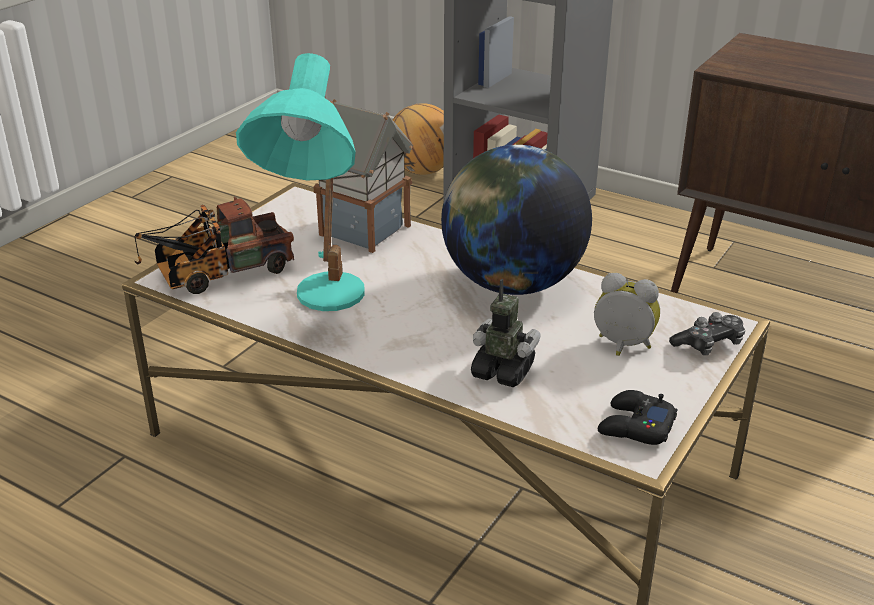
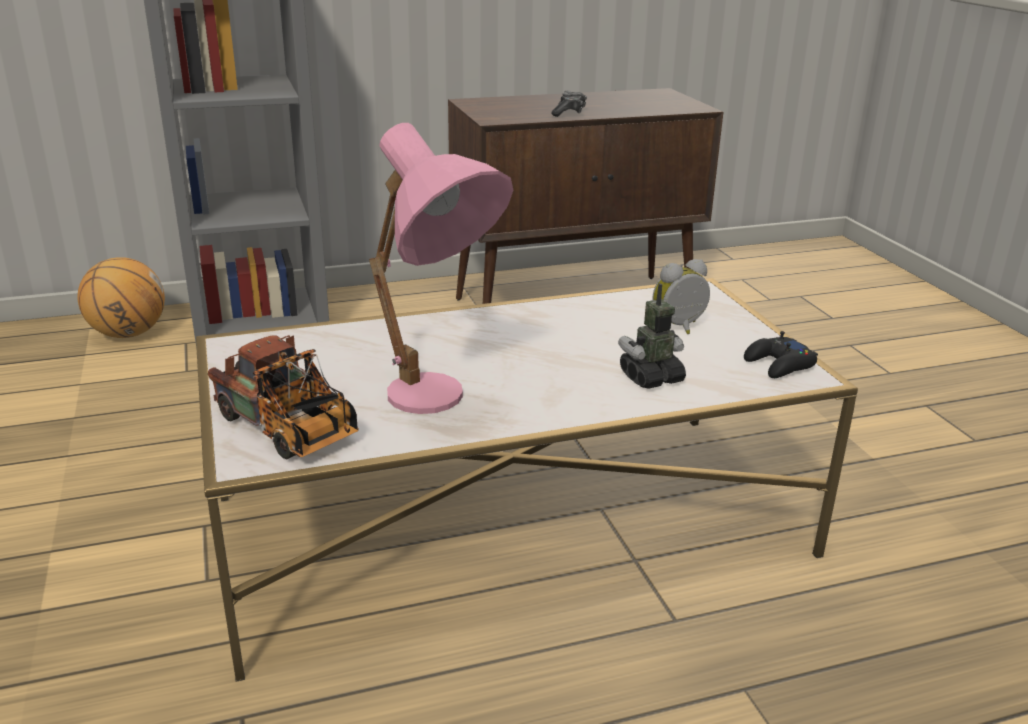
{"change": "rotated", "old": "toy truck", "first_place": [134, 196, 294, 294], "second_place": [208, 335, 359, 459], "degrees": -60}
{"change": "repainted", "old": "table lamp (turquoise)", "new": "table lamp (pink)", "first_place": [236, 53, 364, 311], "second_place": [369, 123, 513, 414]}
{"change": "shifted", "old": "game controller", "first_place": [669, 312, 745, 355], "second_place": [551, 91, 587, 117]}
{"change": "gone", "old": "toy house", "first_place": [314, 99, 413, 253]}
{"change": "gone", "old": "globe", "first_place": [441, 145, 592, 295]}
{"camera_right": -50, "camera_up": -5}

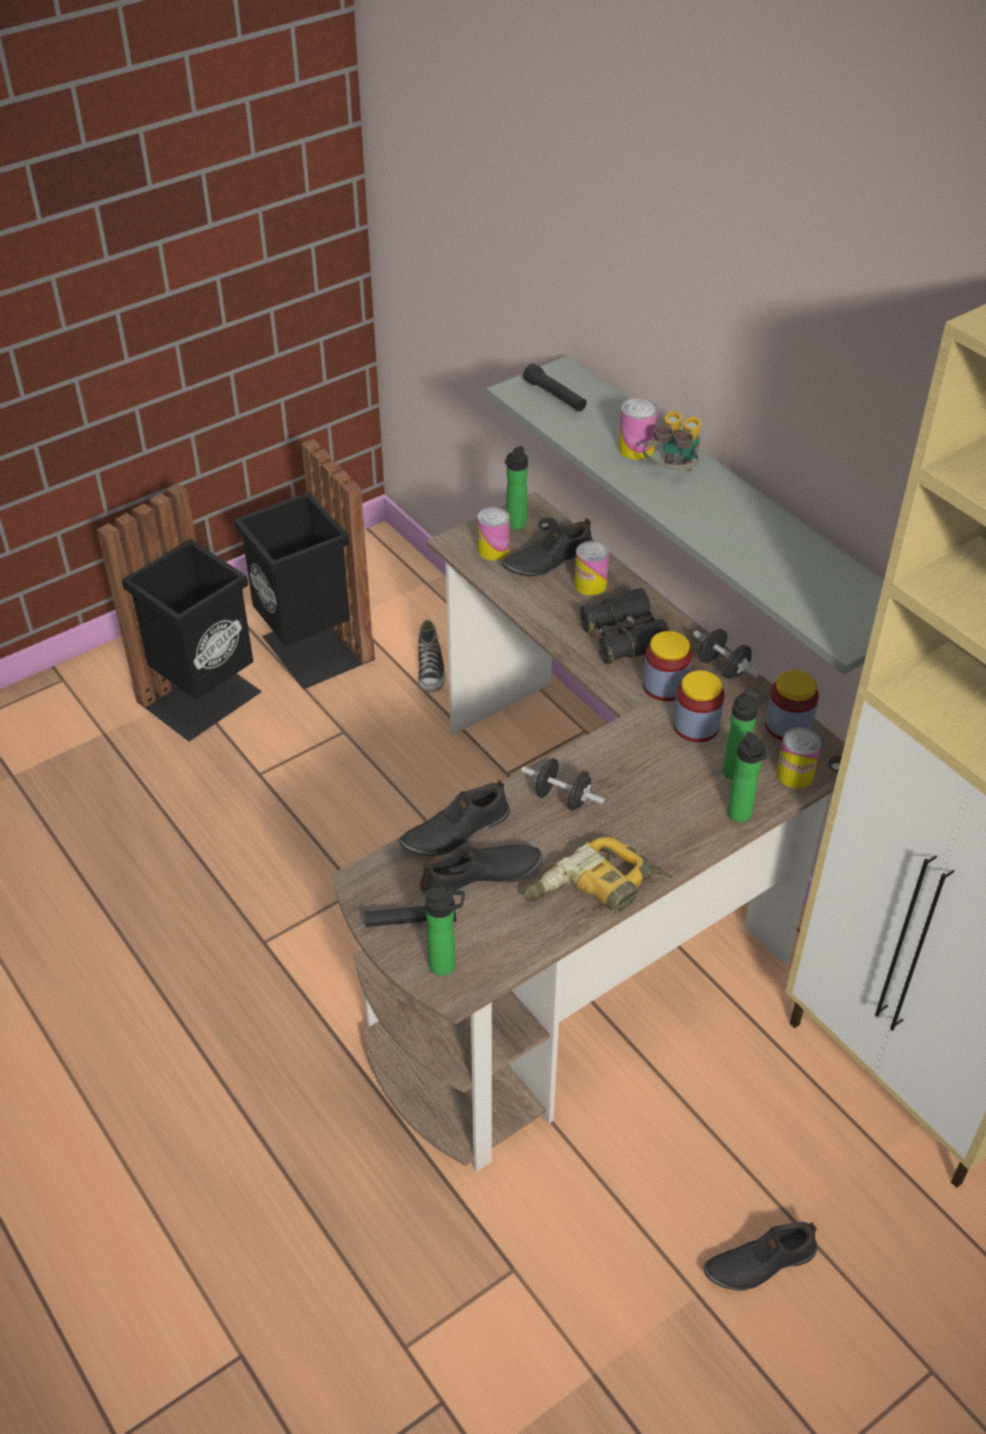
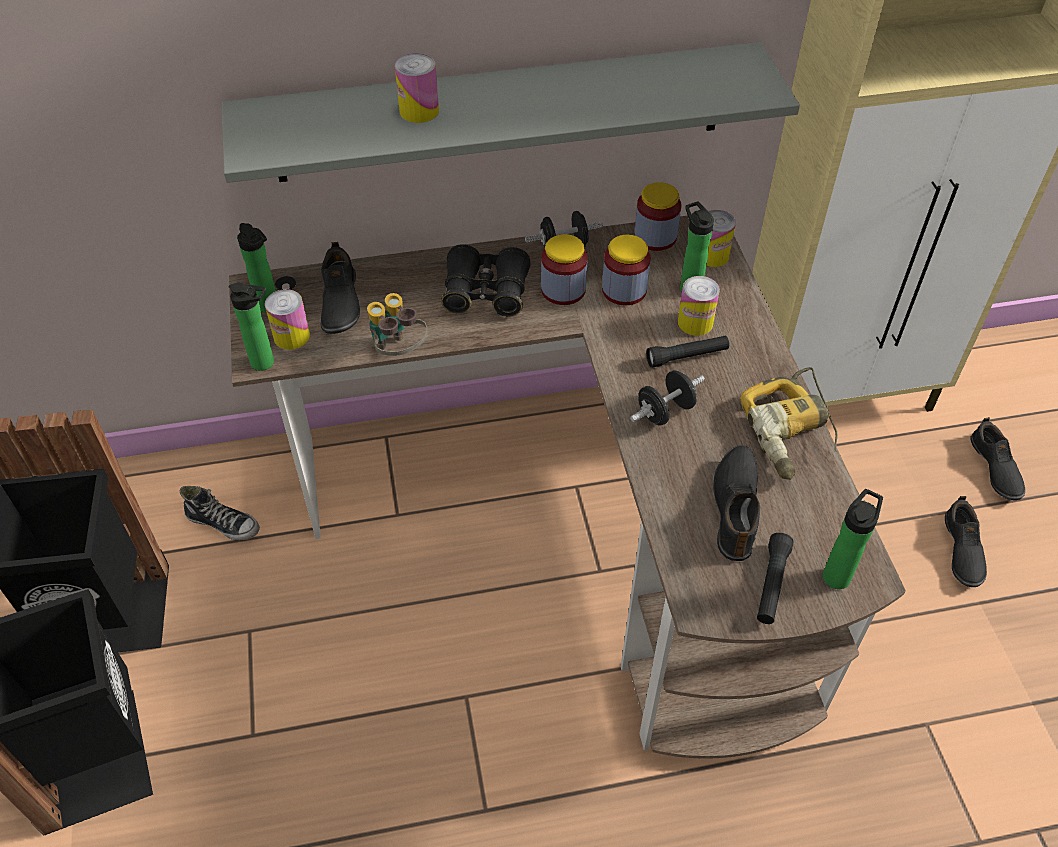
{"change": "shifted", "old": "bottle", "first_place": [727, 732, 767, 823], "second_place": [229, 283, 274, 371]}
{"change": "shifted", "old": "binoculars", "first_place": [643, 411, 701, 471], "second_place": [367, 293, 427, 356]}
{"change": "shifted", "old": "flashlight (black)", "first_place": [523, 363, 587, 412], "second_place": [646, 335, 729, 368]}
{"change": "shifted", "old": "can", "first_place": [574, 541, 609, 596], "second_place": [678, 276, 720, 336]}
{"change": "shifted", "old": "shoe (black)", "first_place": [399, 779, 510, 856], "second_place": [970, 417, 1025, 500]}
{"camera_right": -65, "camera_up": 5}

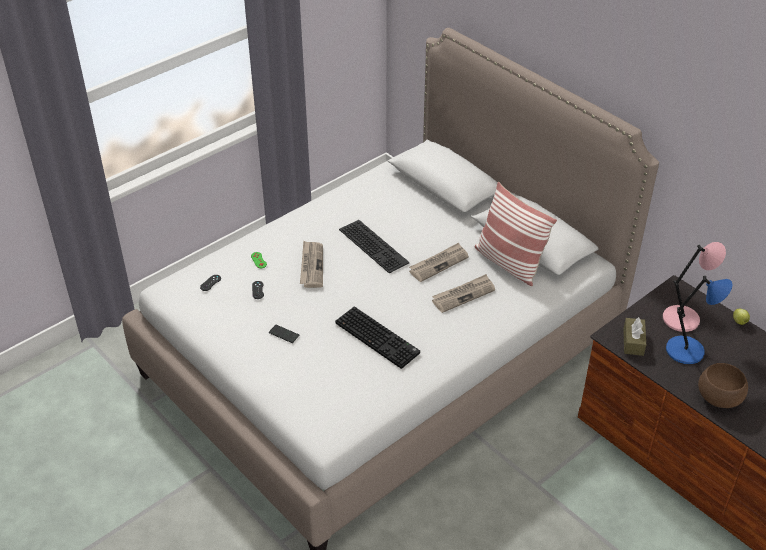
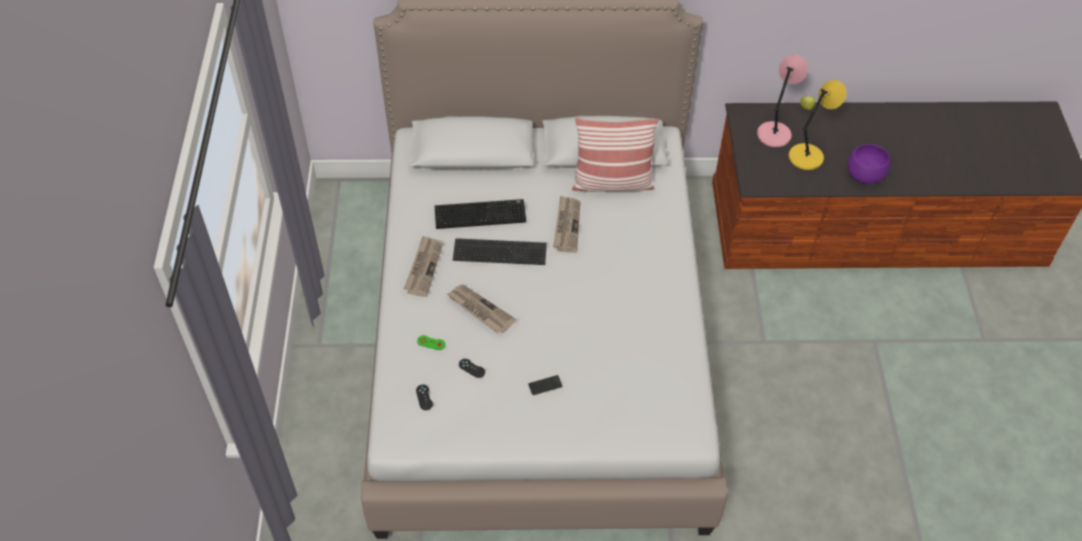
{"change": "shifted", "old": "newspaper", "first_place": [432, 274, 495, 313], "second_place": [404, 236, 443, 297]}
{"change": "shifted", "old": "keyboard", "first_place": [335, 307, 420, 369], "second_place": [435, 199, 526, 229]}
{"change": "repainted", "old": "table lamp (blue)", "new": "table lamp (yellow)", "first_place": [666, 275, 733, 364], "second_place": [789, 80, 846, 170]}
{"change": "repainted", "old": "bowl (brown)", "new": "bowl (purple)", "first_place": [698, 363, 748, 408], "second_place": [847, 144, 891, 184]}
{"change": "gone", "old": "tissue box (brown)", "first_place": [623, 317, 646, 356]}
{"camera_right": -50, "camera_up": 10}

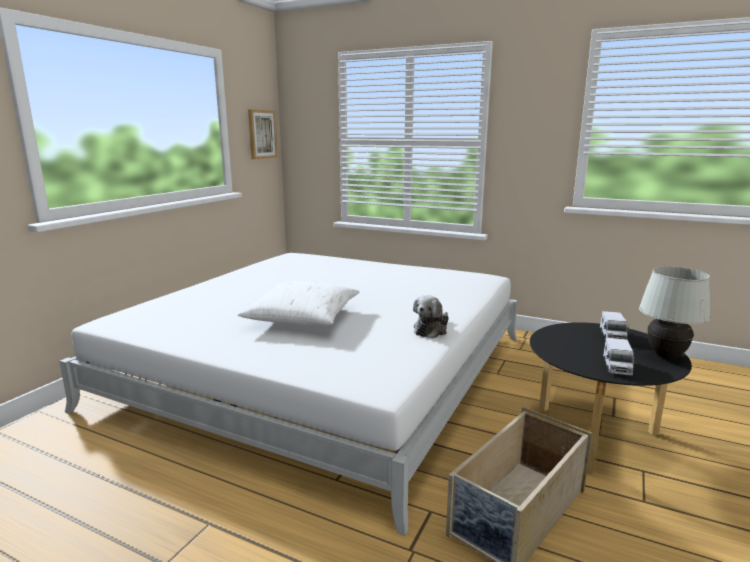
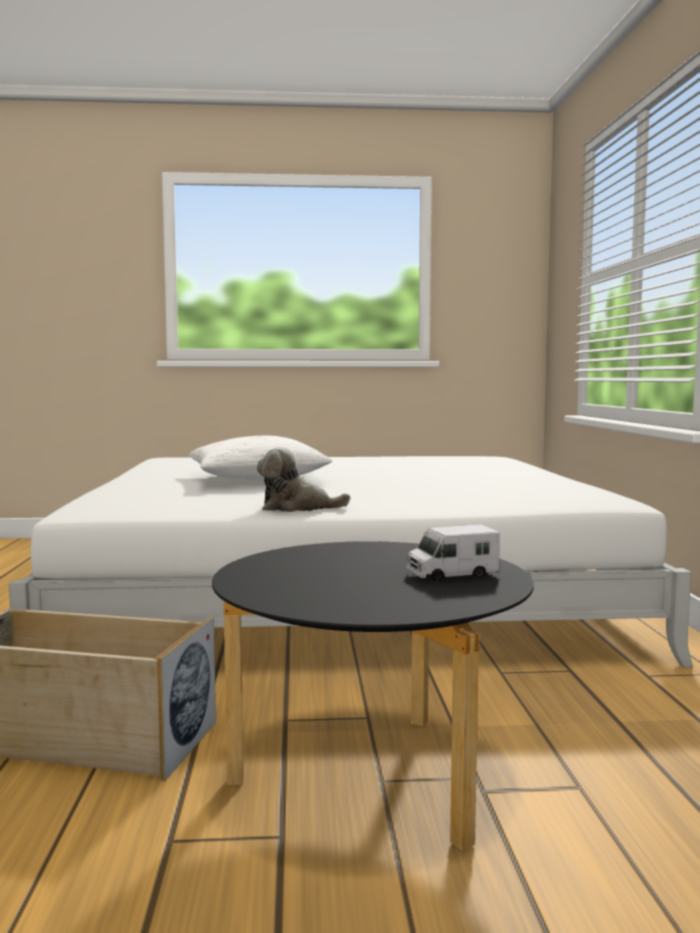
{"change": "gone", "old": "picture", "first_place": [248, 109, 278, 159]}
{"change": "gone", "old": "toy truck", "first_place": [603, 338, 636, 376]}
{"change": "gone", "old": "table lamp (white)", "first_place": [639, 267, 711, 359]}
{"camera_right": 60, "camera_up": -10}

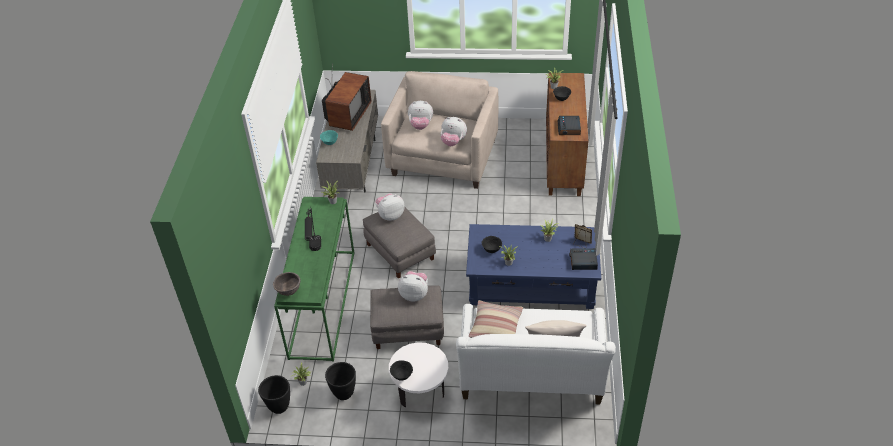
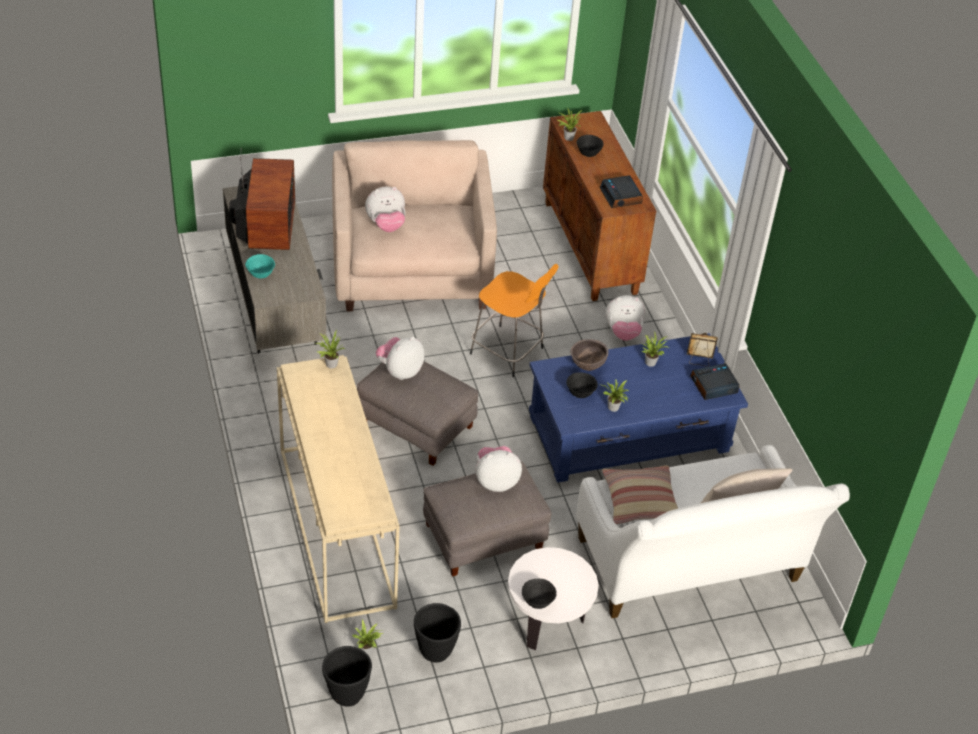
{"change": "repainted", "old": "console table (green)", "new": "console table (beige)", "first_place": [274, 197, 355, 361], "second_place": [277, 355, 400, 623]}
{"change": "new", "new": "stool (orange)", "second_place": [470, 264, 558, 377]}
{"change": "shifted", "old": "bowl (brown)", "first_place": [273, 272, 301, 296], "second_place": [570, 339, 609, 371]}
{"change": "shifted", "old": "plush toy", "first_place": [441, 117, 467, 146], "second_place": [606, 295, 645, 341]}
{"change": "gone", "old": "table lamp (black)", "first_place": [305, 207, 321, 251]}
{"camera_right": -25, "camera_up": 0}

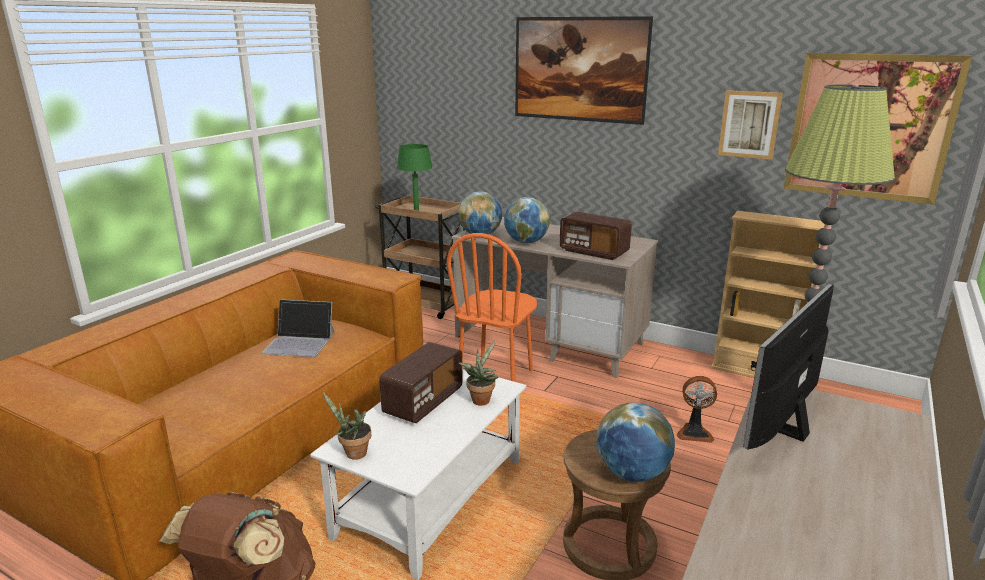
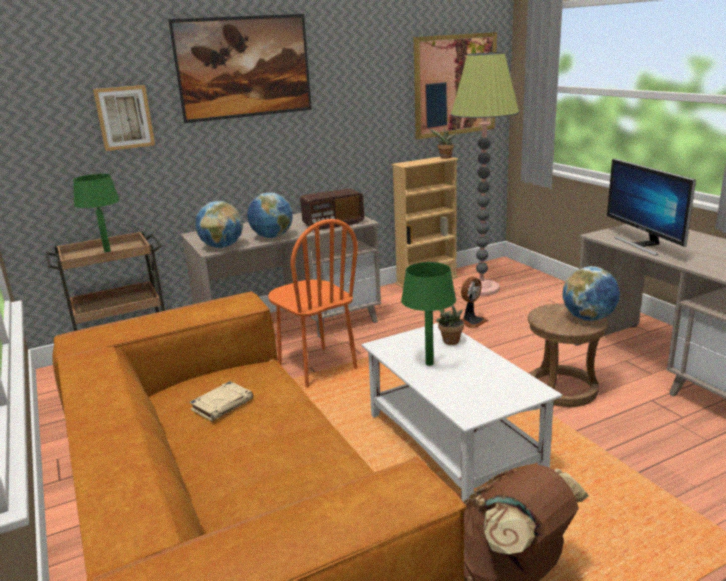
{"change": "shifted", "old": "picture", "first_place": [718, 90, 783, 160], "second_place": [93, 85, 155, 151]}
{"change": "swapped", "old": "laptop", "new": "book (beige)", "first_place": [262, 299, 335, 357], "second_place": [189, 381, 253, 421]}
{"change": "swapped", "old": "radio", "new": "table lamp (green)", "first_place": [379, 342, 463, 423], "second_place": [401, 262, 456, 366]}
{"change": "shifted", "old": "potted plant", "first_place": [322, 392, 371, 460], "second_place": [429, 127, 457, 159]}
{"camera_right": -55, "camera_up": 0}

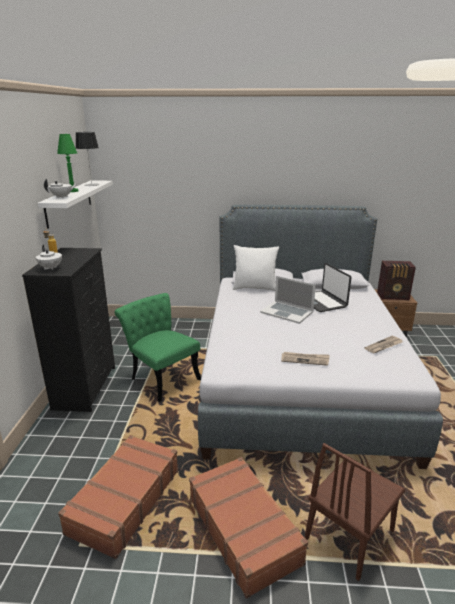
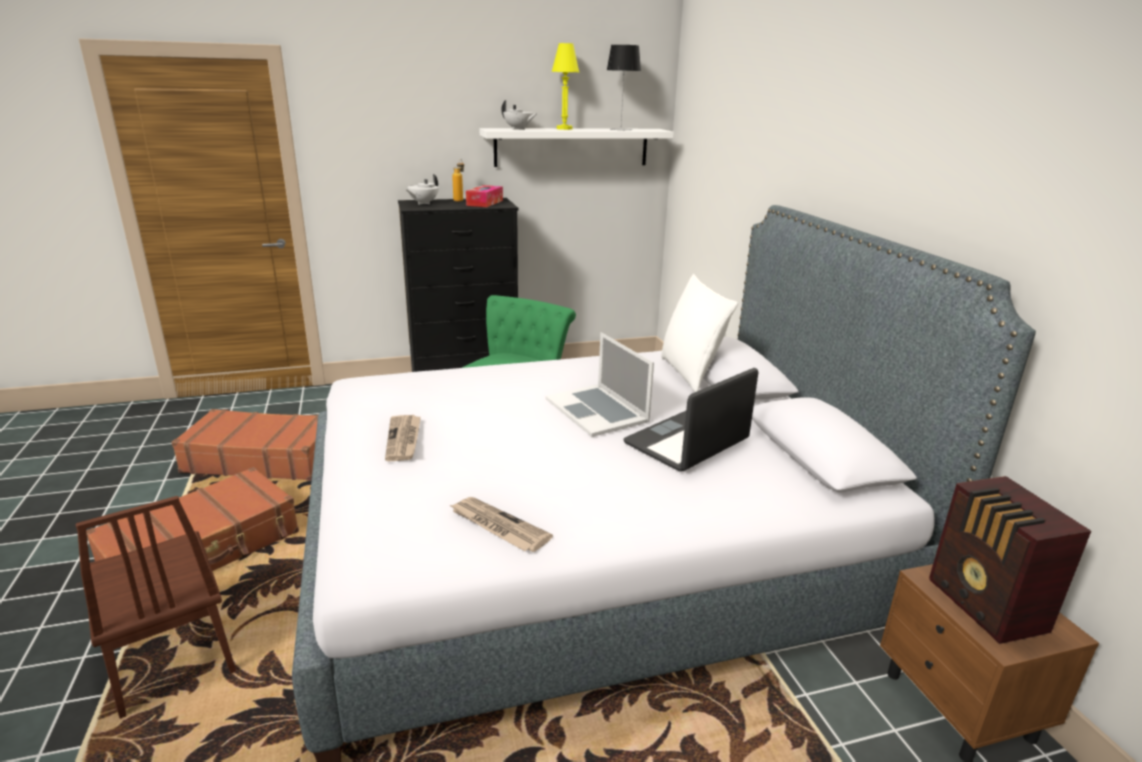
{"change": "rotated", "old": "chair (brown)", "first_place": [304, 443, 405, 581], "second_place": [76, 496, 236, 719], "degrees": -150}
{"change": "new", "new": "tissue box", "second_place": [466, 185, 503, 207]}
{"change": "rotated", "old": "laptop", "first_place": [260, 276, 316, 324], "second_place": [545, 332, 654, 437], "degrees": -45}
{"change": "repainted", "old": "table lamp (green)", "new": "table lamp (yellow)", "first_place": [57, 134, 79, 192], "second_place": [552, 43, 579, 130]}
{"camera_right": 70, "camera_up": 0}

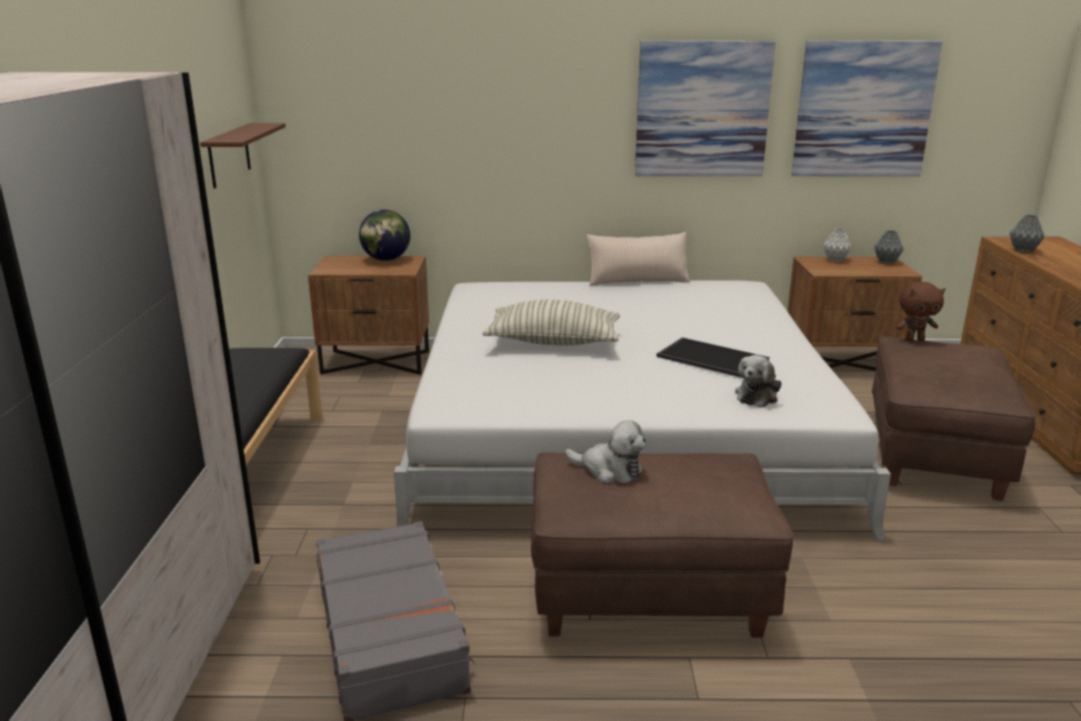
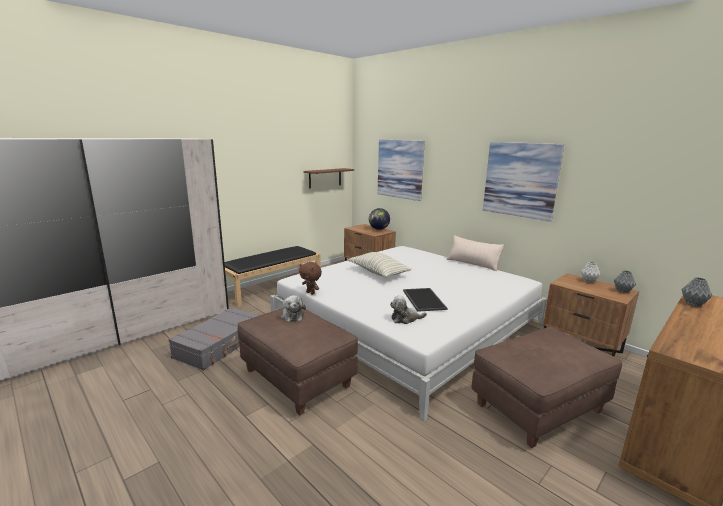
{"change": "shifted", "old": "plush toy (brown)", "first_place": [896, 281, 945, 341], "second_place": [299, 262, 322, 295]}
{"change": "shifted", "old": "picture", "first_place": [792, 41, 943, 177], "second_place": [377, 139, 425, 201]}
{"camera_right": 45, "camera_up": -5}

